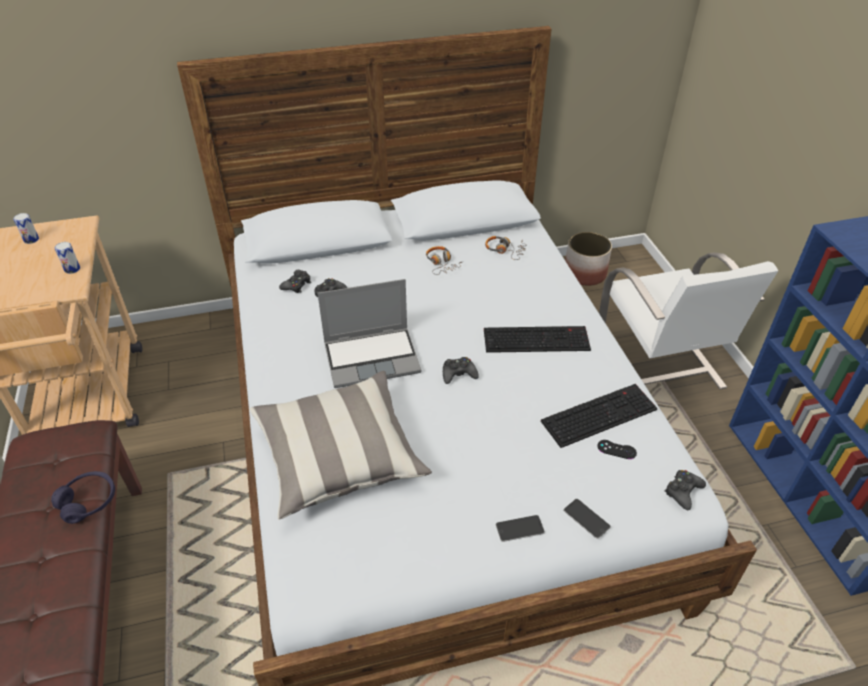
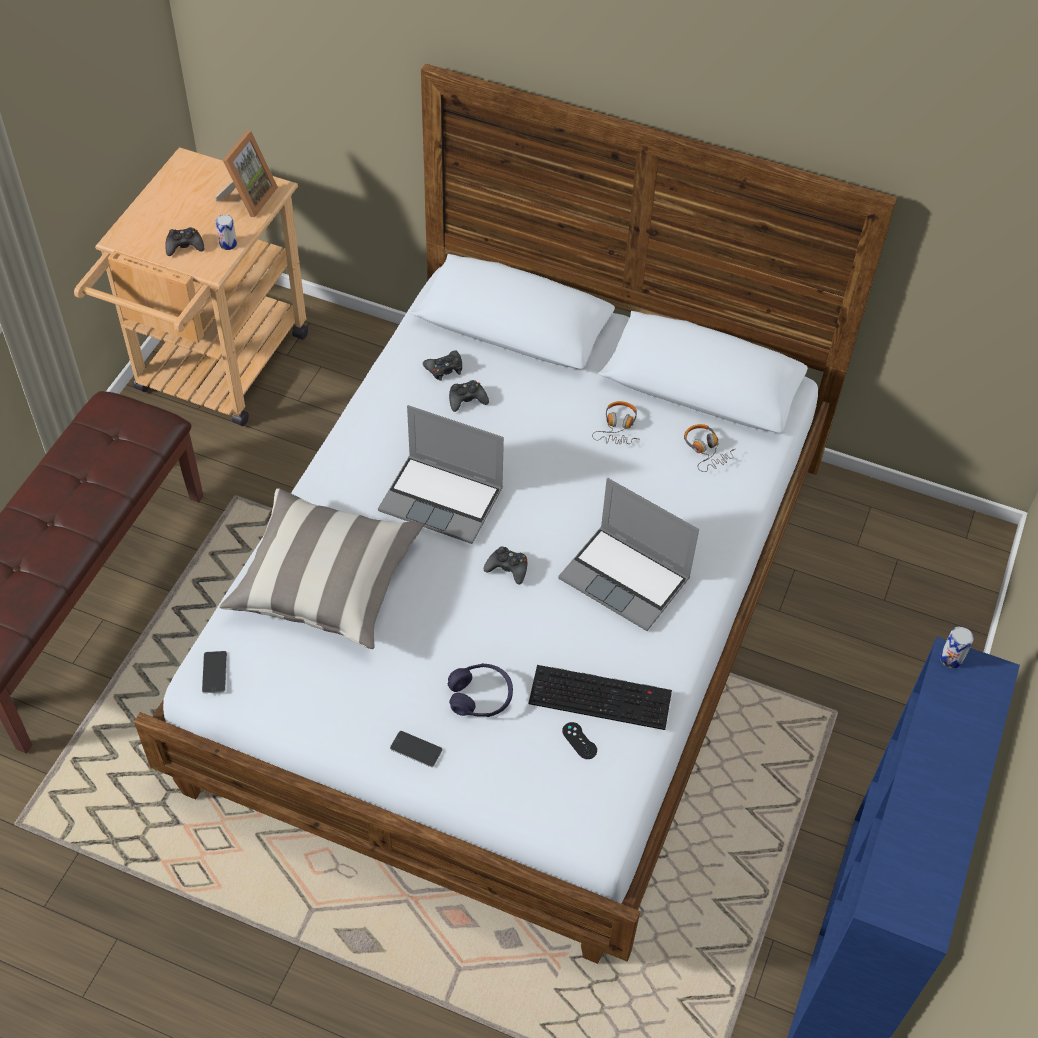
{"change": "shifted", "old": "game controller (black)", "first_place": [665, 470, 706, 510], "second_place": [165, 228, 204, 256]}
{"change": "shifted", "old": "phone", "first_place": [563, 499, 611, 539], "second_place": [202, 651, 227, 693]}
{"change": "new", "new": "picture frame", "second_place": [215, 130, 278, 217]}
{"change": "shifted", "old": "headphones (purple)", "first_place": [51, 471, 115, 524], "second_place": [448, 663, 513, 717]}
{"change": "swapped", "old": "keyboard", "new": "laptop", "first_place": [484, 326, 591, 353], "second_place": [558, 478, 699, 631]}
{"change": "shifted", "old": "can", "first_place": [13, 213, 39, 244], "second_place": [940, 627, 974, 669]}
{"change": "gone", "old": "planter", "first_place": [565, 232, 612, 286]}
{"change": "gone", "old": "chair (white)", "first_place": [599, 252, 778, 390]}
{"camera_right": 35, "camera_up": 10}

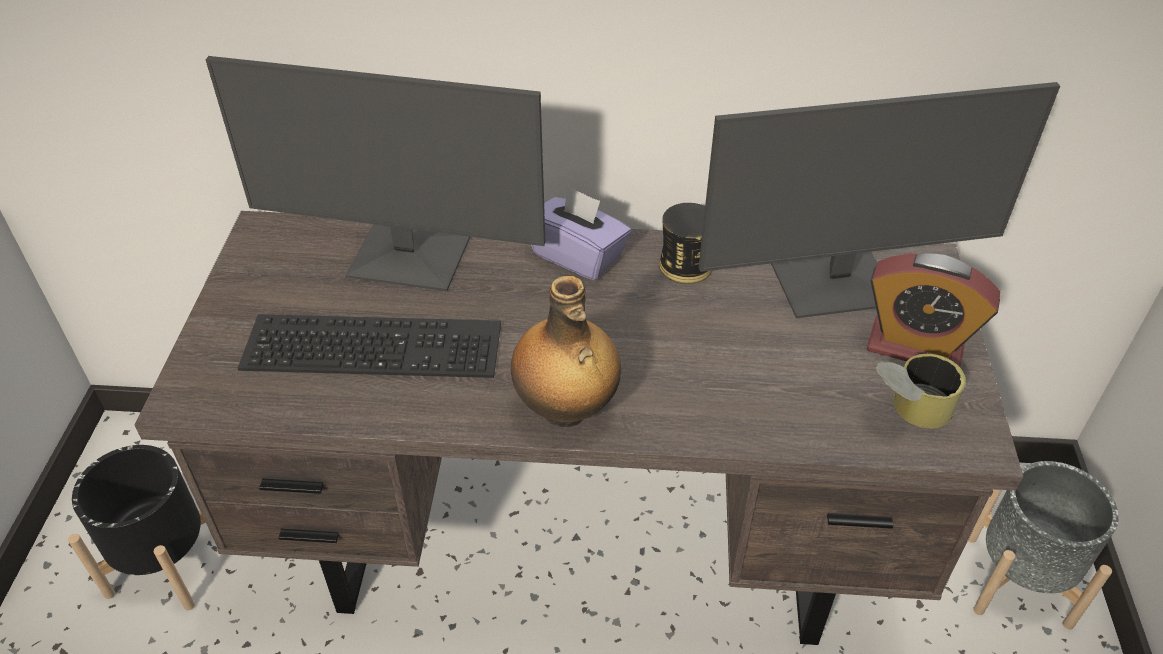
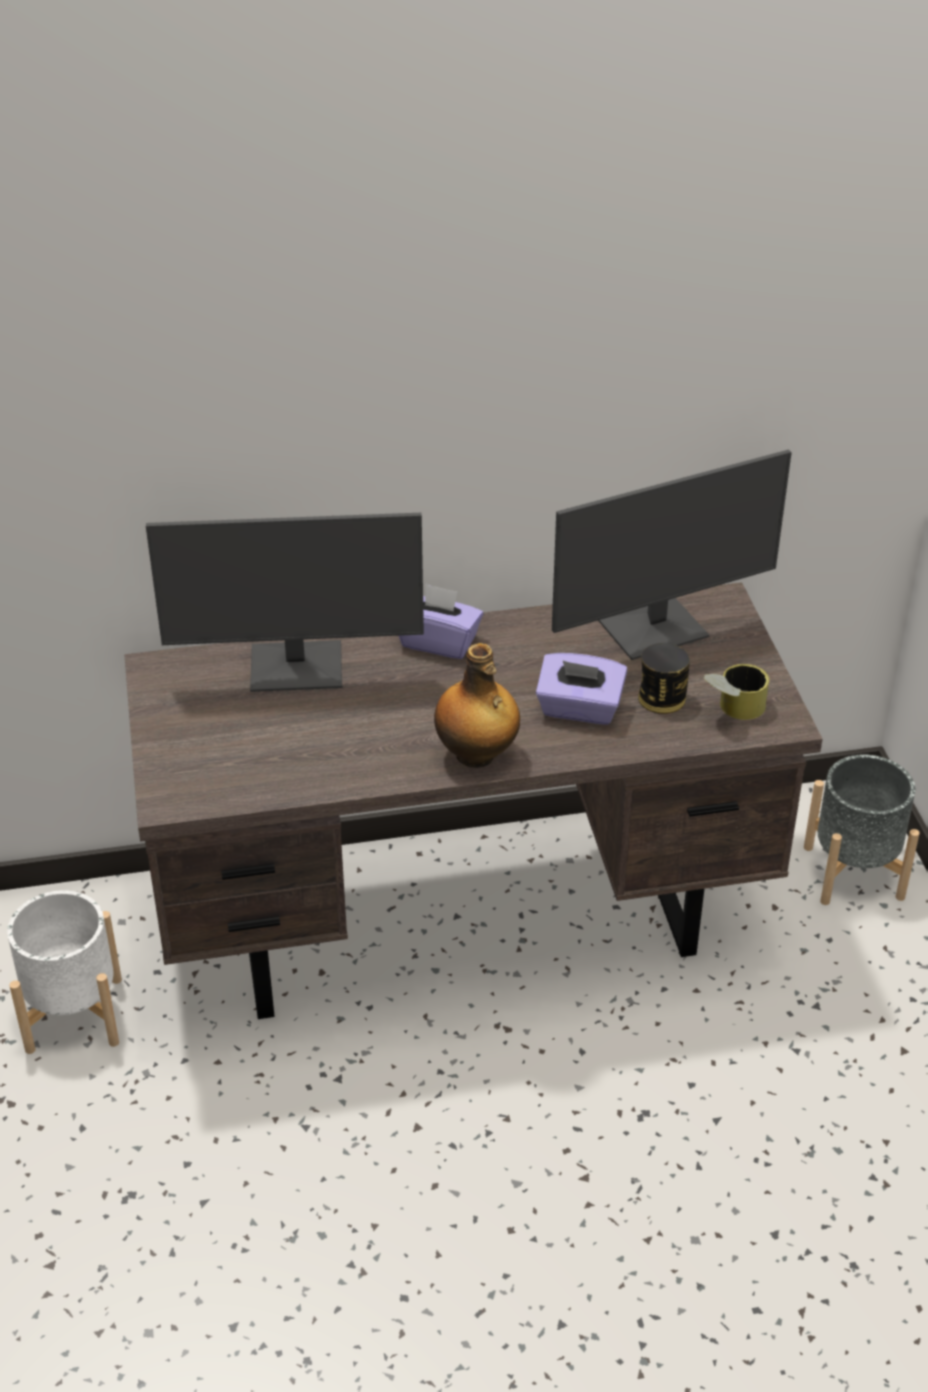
{"change": "repainted", "old": "planter (black)", "new": "planter (white)", "first_place": [68, 445, 206, 610], "second_place": [7, 890, 122, 1054]}
{"change": "new", "new": "tissue box (purple)", "second_place": [536, 653, 627, 725]}
{"change": "shifted", "old": "can", "first_place": [659, 203, 712, 284], "second_place": [638, 643, 690, 714]}
{"change": "gone", "old": "keyboard", "first_place": [238, 314, 501, 378]}
{"change": "gone", "old": "alarm clock", "first_place": [867, 253, 1001, 367]}
{"camera_right": -15, "camera_up": -5}

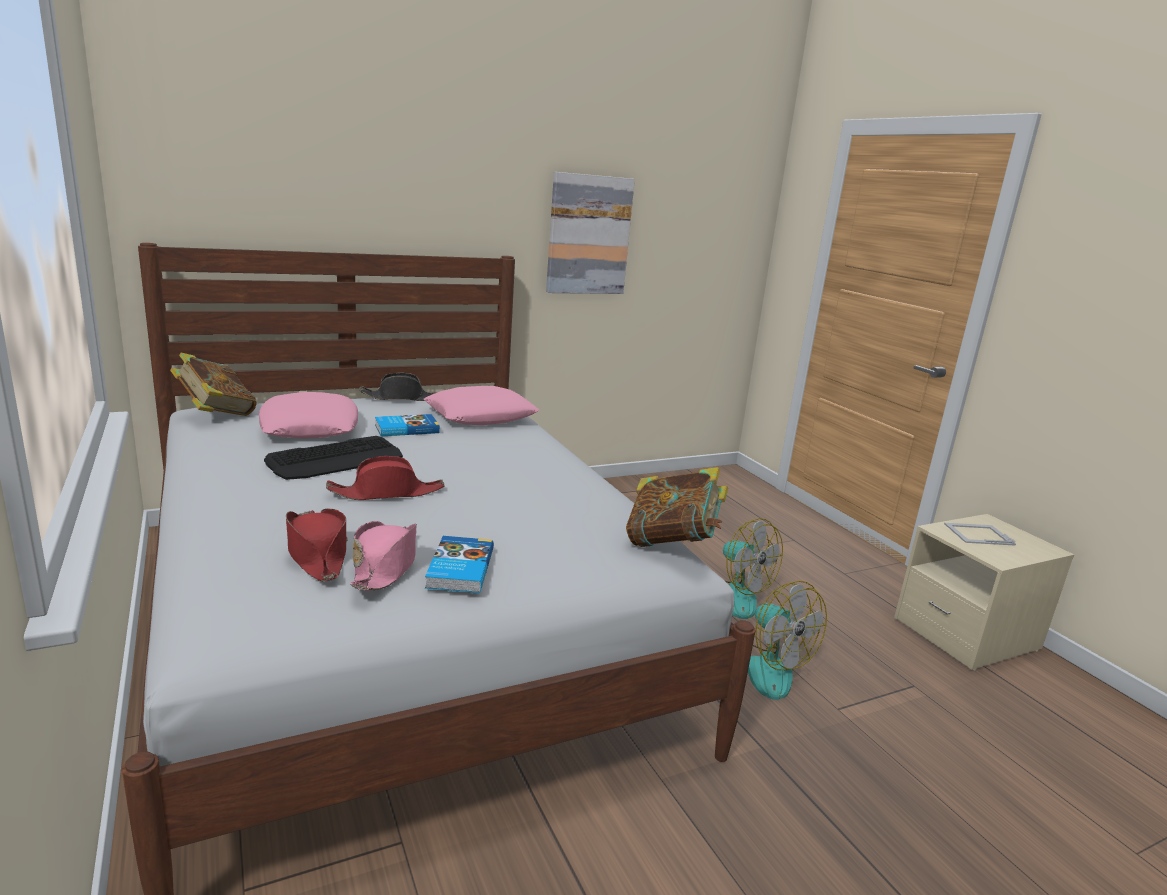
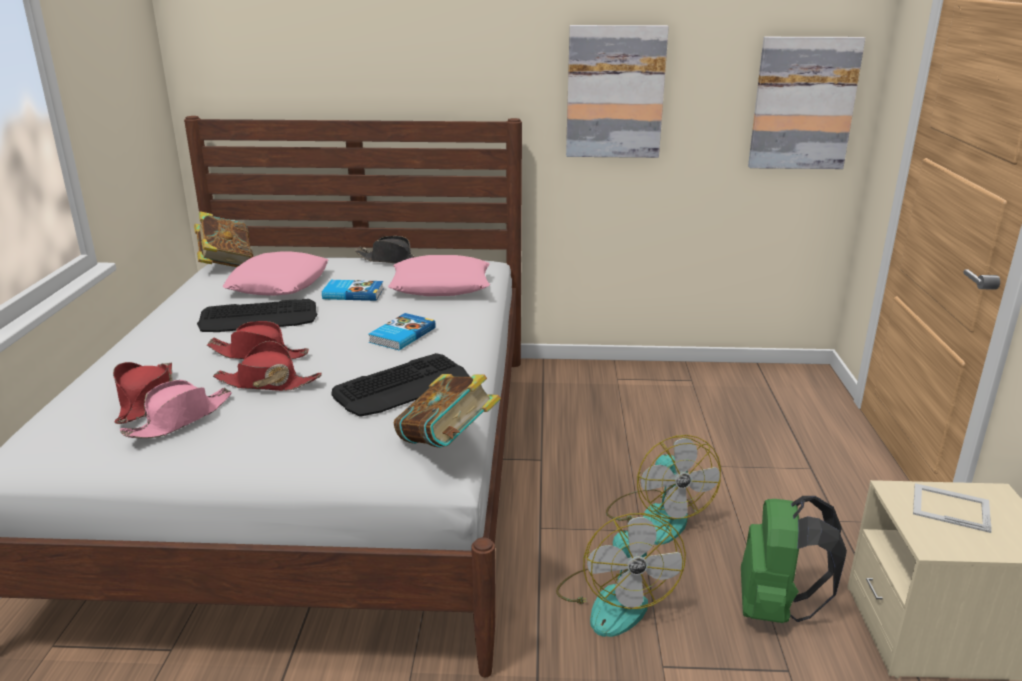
{"change": "new", "new": "hat (red)", "second_place": [213, 341, 322, 391]}
{"change": "new", "new": "keyboard", "second_place": [332, 353, 469, 417]}
{"change": "shifted", "old": "book", "first_place": [425, 536, 494, 593], "second_place": [368, 313, 436, 350]}
{"change": "new", "new": "backpack (green)", "second_place": [741, 496, 847, 623]}
{"change": "new", "new": "picture", "second_place": [748, 37, 865, 169]}
{"camera_right": 30, "camera_up": 5}

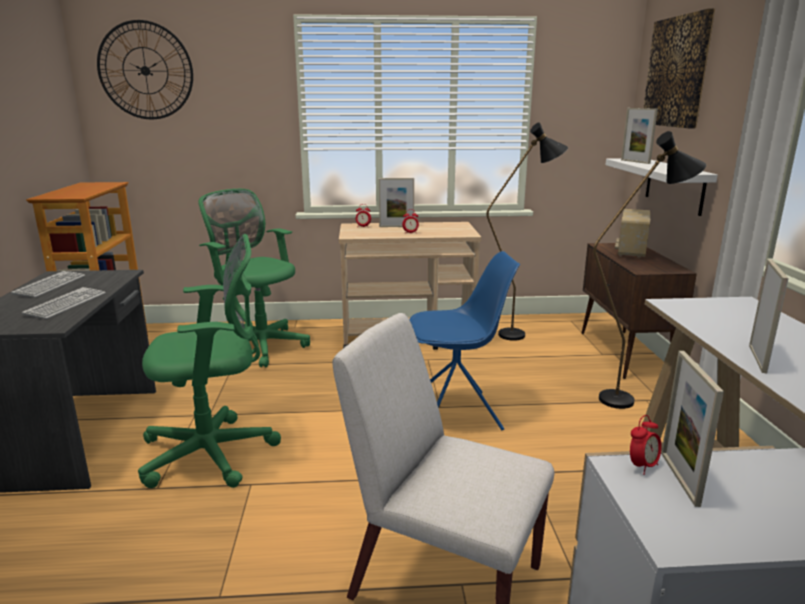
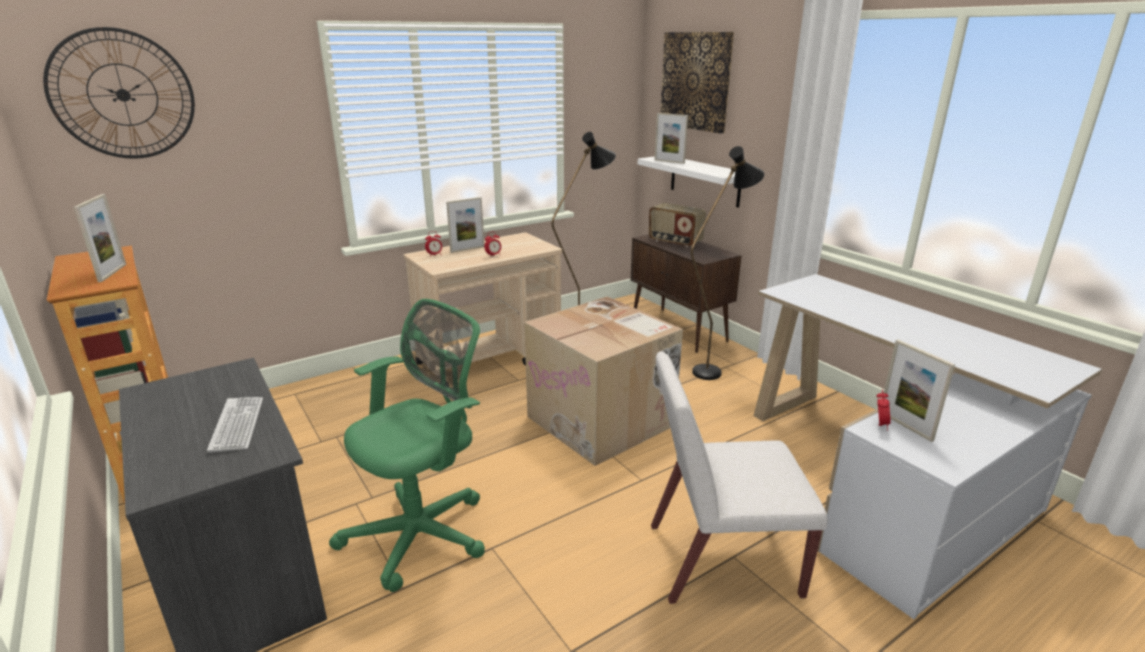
{"change": "shifted", "old": "picture frame", "first_place": [749, 259, 789, 374], "second_place": [74, 194, 126, 282]}
{"change": "swapped", "old": "chair (blue)", "new": "cardboard box", "first_place": [409, 251, 520, 430], "second_place": [524, 296, 683, 466]}
{"change": "rotated", "old": "radio", "first_place": [615, 209, 650, 258], "second_place": [649, 203, 706, 247], "degrees": -45}
{"change": "gone", "old": "keyboard", "first_place": [11, 271, 85, 297]}
{"change": "gone", "old": "office chair (green)", "first_place": [198, 189, 310, 367]}
{"camera_right": -30, "camera_up": 5}

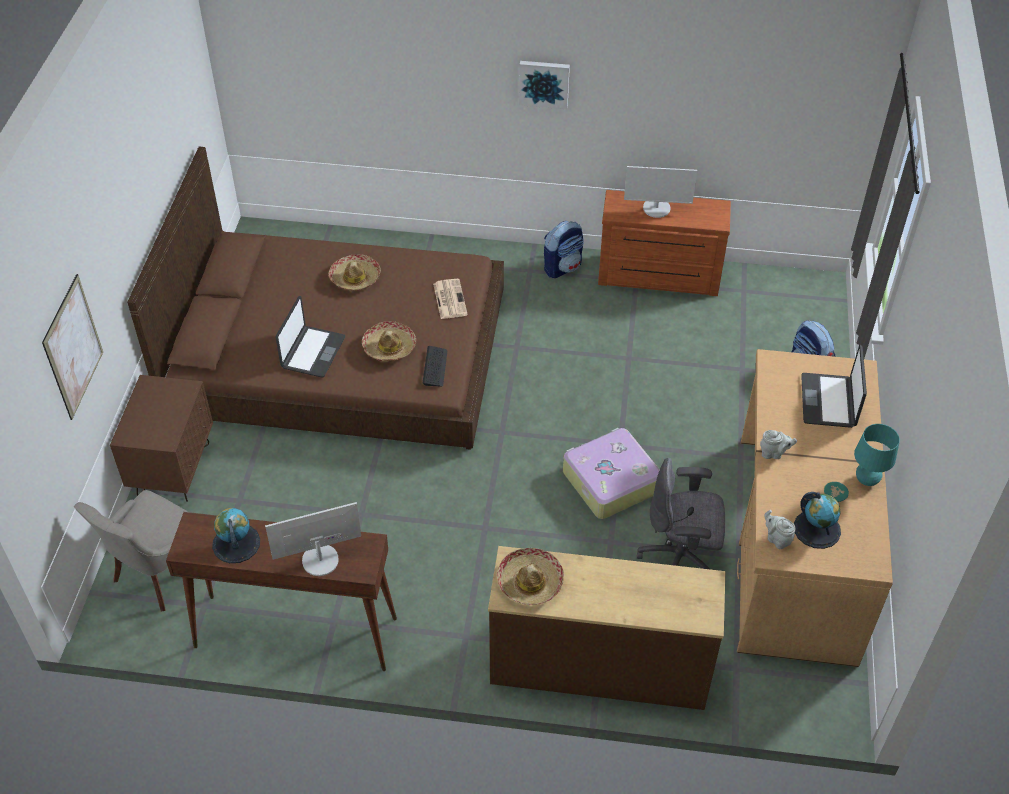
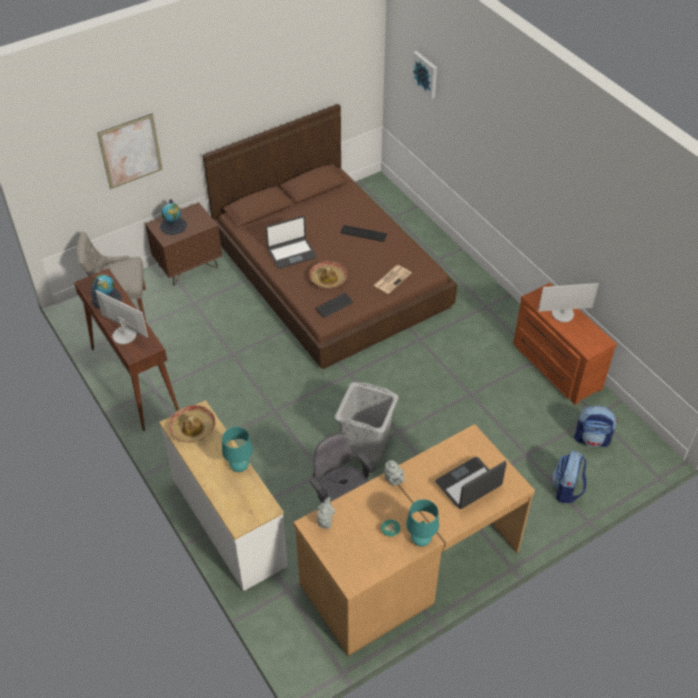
{"change": "repainted", "old": "dresser (brown)", "new": "dresser (white)", "first_place": [488, 546, 725, 710], "second_place": [159, 400, 288, 591]}
{"change": "shifted", "old": "globe", "first_place": [794, 492, 841, 549], "second_place": [160, 199, 187, 235]}
{"change": "new", "new": "table lamp (turquoise)", "second_place": [222, 427, 253, 472]}
{"change": "swapped", "old": "suitcase", "new": "laundry basket (grey)", "first_place": [563, 428, 660, 519], "second_place": [335, 382, 399, 463]}
{"change": "swapped", "old": "hat", "new": "keyboard", "first_place": [328, 254, 381, 291], "second_place": [340, 225, 387, 242]}
{"change": "shifted", "old": "picture", "first_place": [519, 61, 570, 109], "second_place": [412, 51, 437, 99]}
{"change": "rotated", "old": "monitor", "first_place": [624, 166, 697, 218], "second_place": [538, 283, 599, 322], "degrees": -60}
{"change": "shifted", "old": "backpack", "first_place": [544, 221, 584, 278], "second_place": [574, 406, 617, 447]}
{"camera_right": 50, "camera_up": 0}

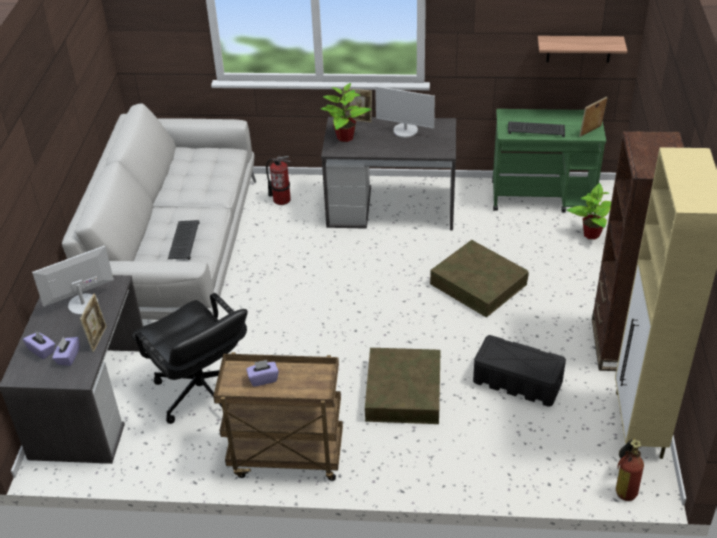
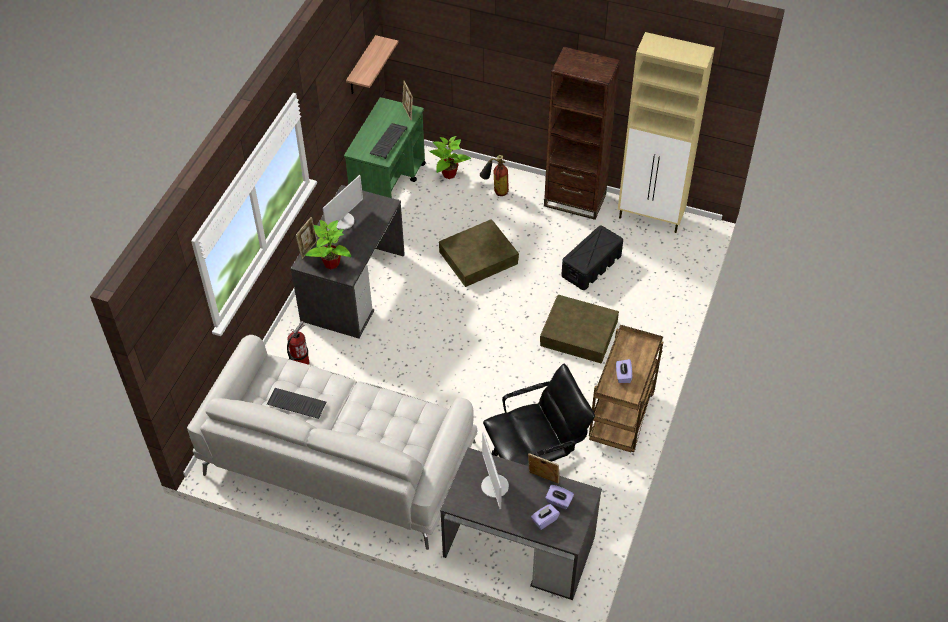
{"change": "shifted", "old": "keyboard", "first_place": [168, 220, 200, 260], "second_place": [267, 388, 326, 419]}
{"change": "shifted", "old": "fire extinguisher", "first_place": [616, 438, 644, 501], "second_place": [480, 155, 509, 196]}
{"camera_right": -75, "camera_up": 10}

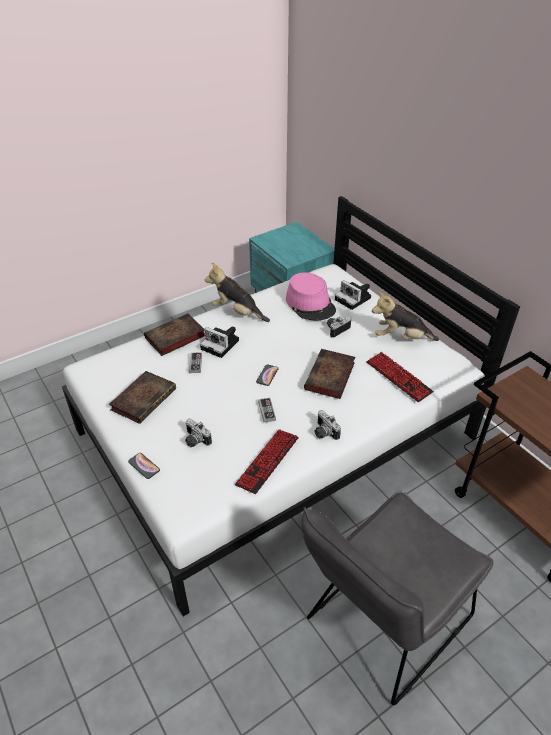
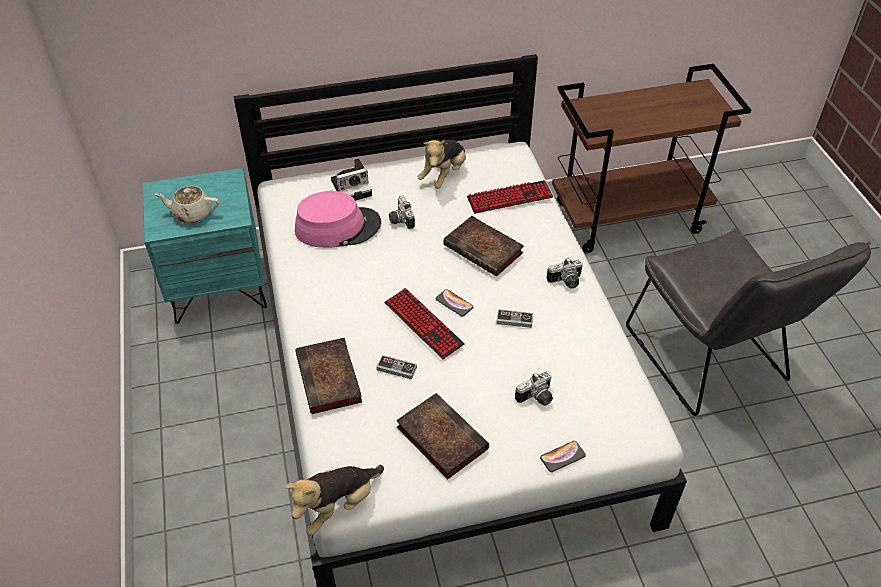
{"change": "new", "new": "teapot (beige)", "second_place": [155, 186, 219, 223]}
{"change": "shifted", "old": "plush toy", "first_place": [205, 263, 270, 322], "second_place": [285, 465, 384, 535]}
{"change": "shifted", "old": "keyboard", "first_place": [235, 429, 299, 494], "second_place": [384, 288, 465, 359]}
{"change": "gone", "old": "photo camera", "first_place": [200, 326, 239, 358]}
{"camera_right": -70, "camera_up": 5}

